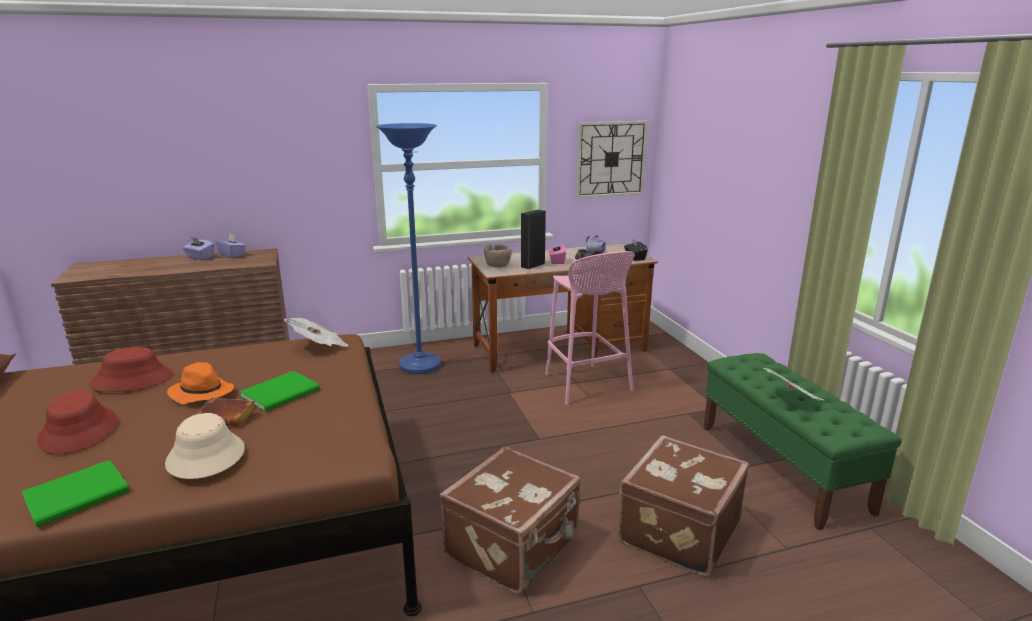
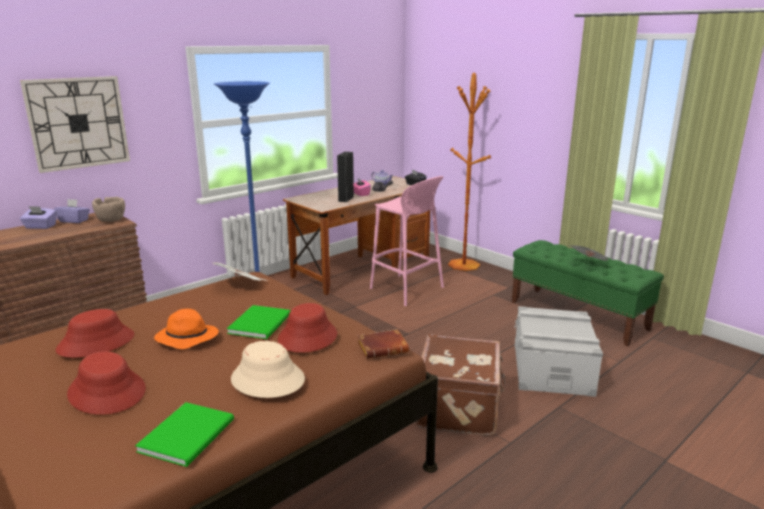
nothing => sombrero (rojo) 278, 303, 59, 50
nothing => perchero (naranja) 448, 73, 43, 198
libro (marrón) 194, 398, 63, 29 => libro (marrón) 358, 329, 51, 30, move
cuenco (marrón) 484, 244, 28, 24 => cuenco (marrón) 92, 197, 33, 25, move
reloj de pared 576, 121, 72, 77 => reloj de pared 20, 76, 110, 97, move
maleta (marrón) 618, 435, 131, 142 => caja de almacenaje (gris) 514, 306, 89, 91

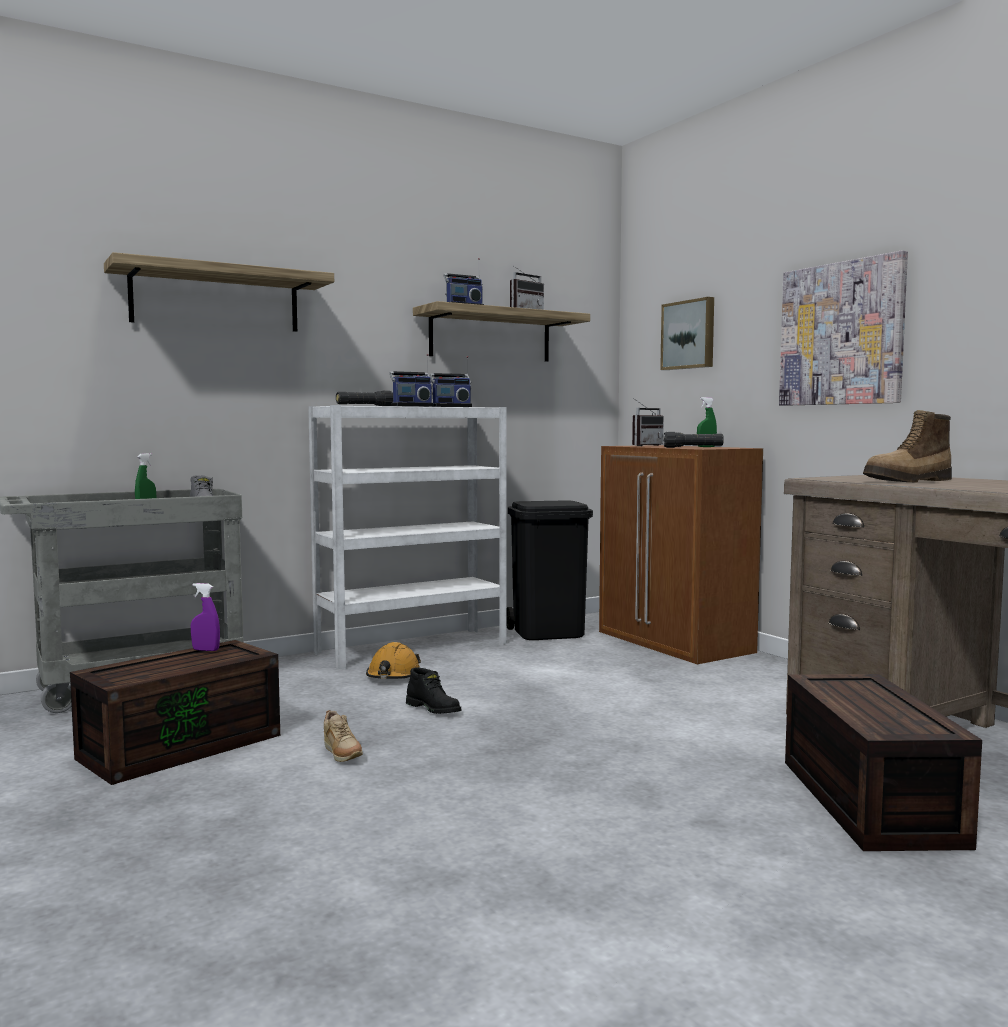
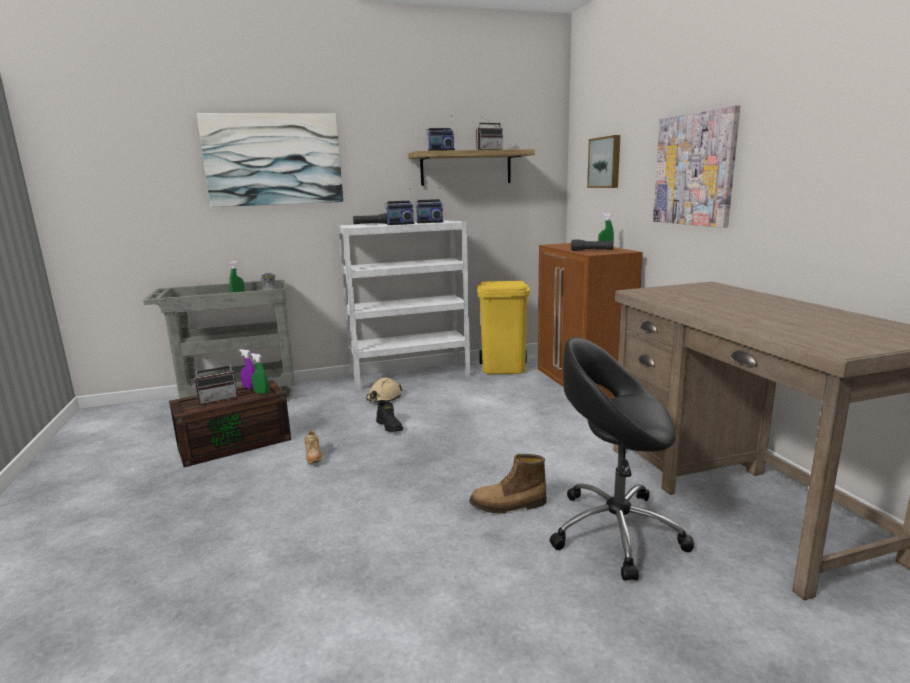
nothing => pulverizador (verde) 250, 353, 18, 41
radio 632, 398, 32, 48 => radio 194, 357, 43, 47, move
bota 863, 410, 89, 73 => bota 469, 454, 78, 59, move
estante 104, 252, 230, 80 => cuadro 197, 113, 146, 94
caja de almacenaje (marrón) 785, 674, 197, 177 => silla de oficina (negro) 550, 337, 144, 244
casco (naranja) 366, 642, 55, 37 => casco (beis) 366, 378, 37, 24
papelera (negro) 506, 501, 87, 139 => papelera (amarillo) 477, 281, 53, 93

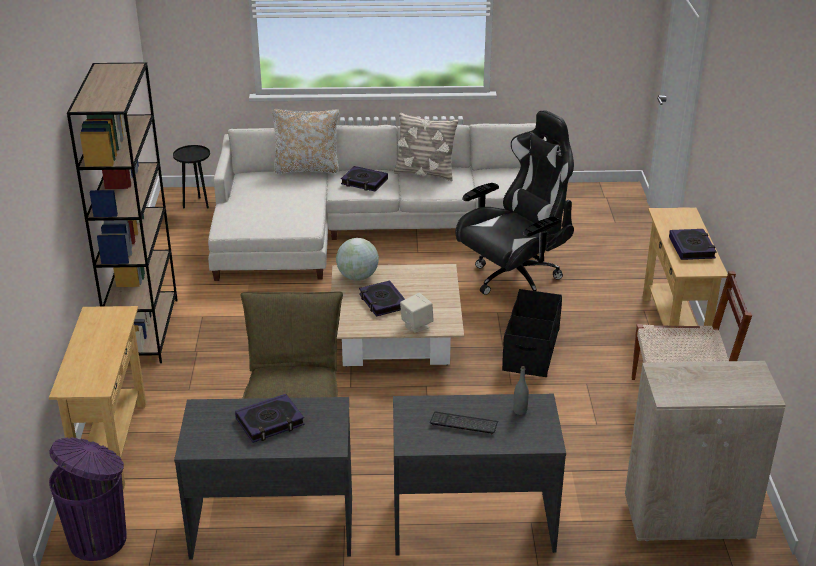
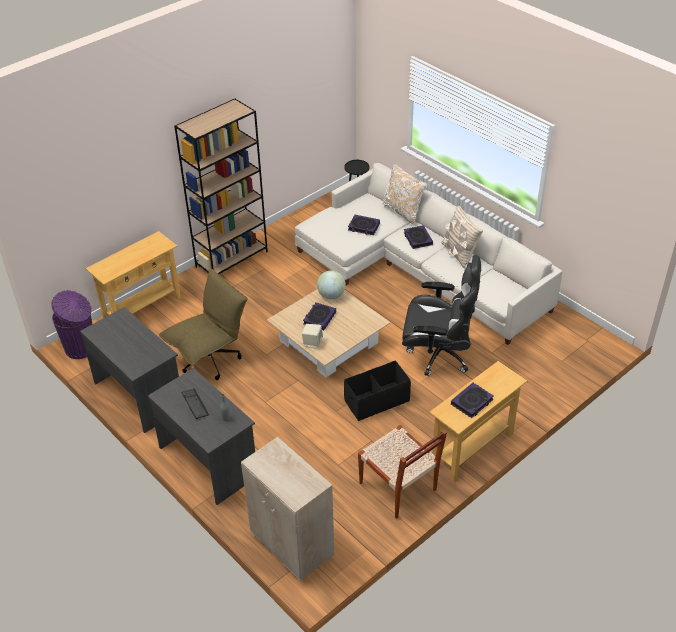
libro 235, 394, 70, 49 => libro 348, 215, 32, 20, move

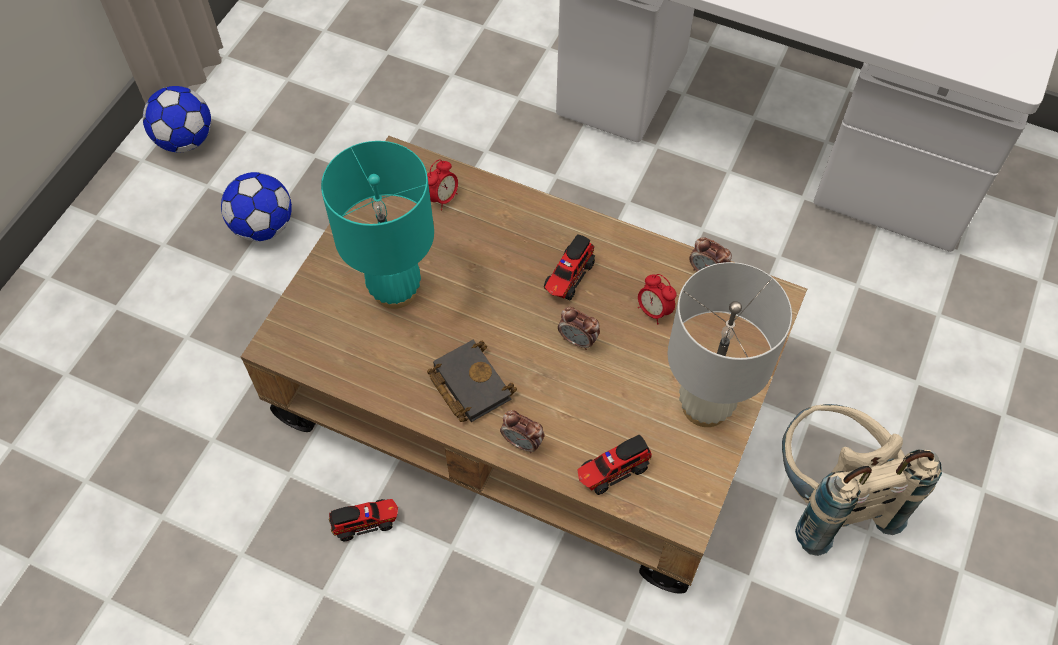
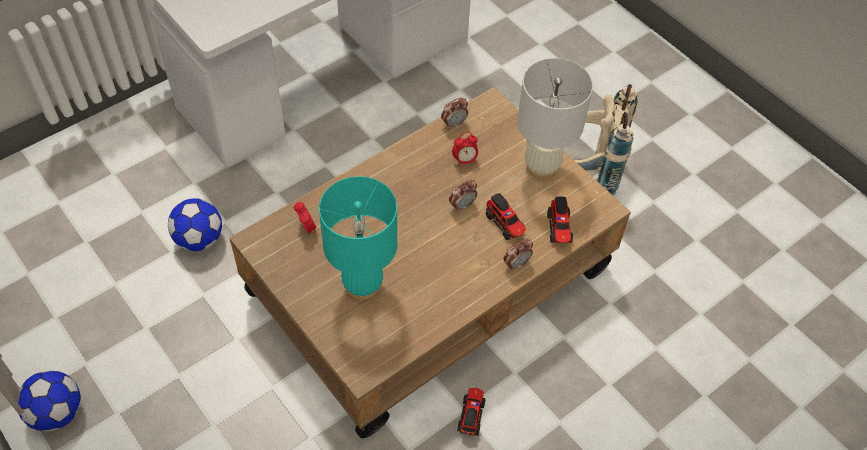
libro (negro) 427, 340, 90, 82 => nothing
balón de fútbol 221, 172, 71, 69 => balón de fútbol 168, 198, 54, 53, move
camión de juguete 544, 234, 51, 66 => camión de juguete 486, 193, 40, 47, move

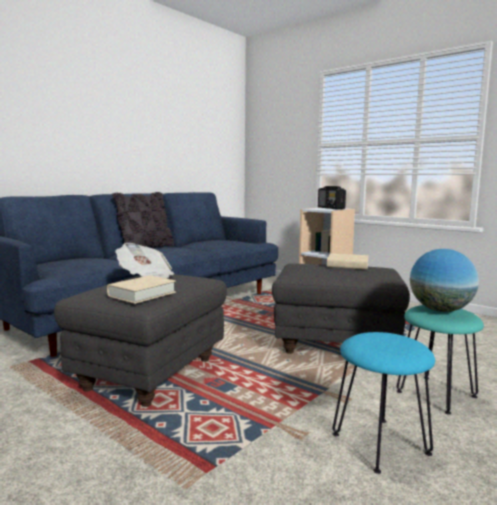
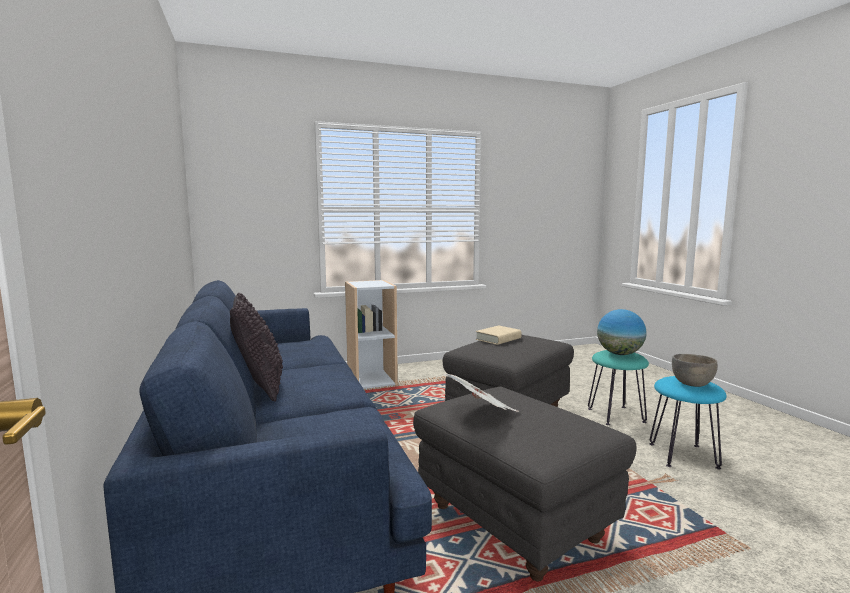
libro (beis) 107, 275, 69, 29 => nothing
radio 318, 186, 28, 23 => nothing
nothing => cuenco (gris) 672, 354, 46, 33

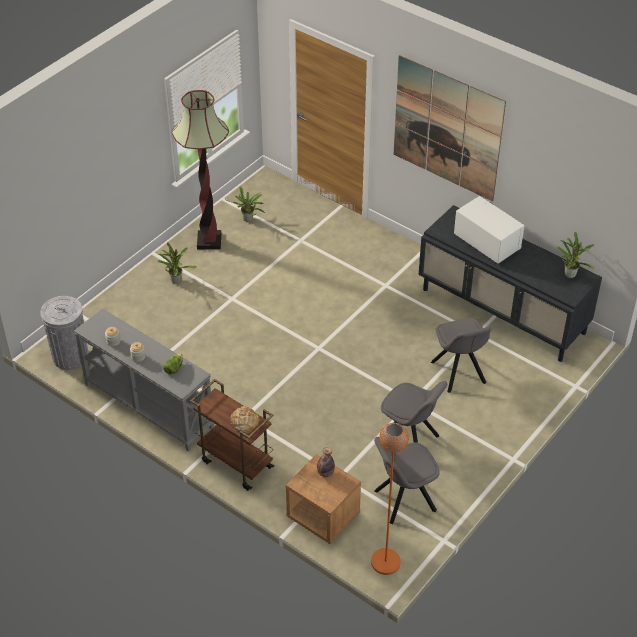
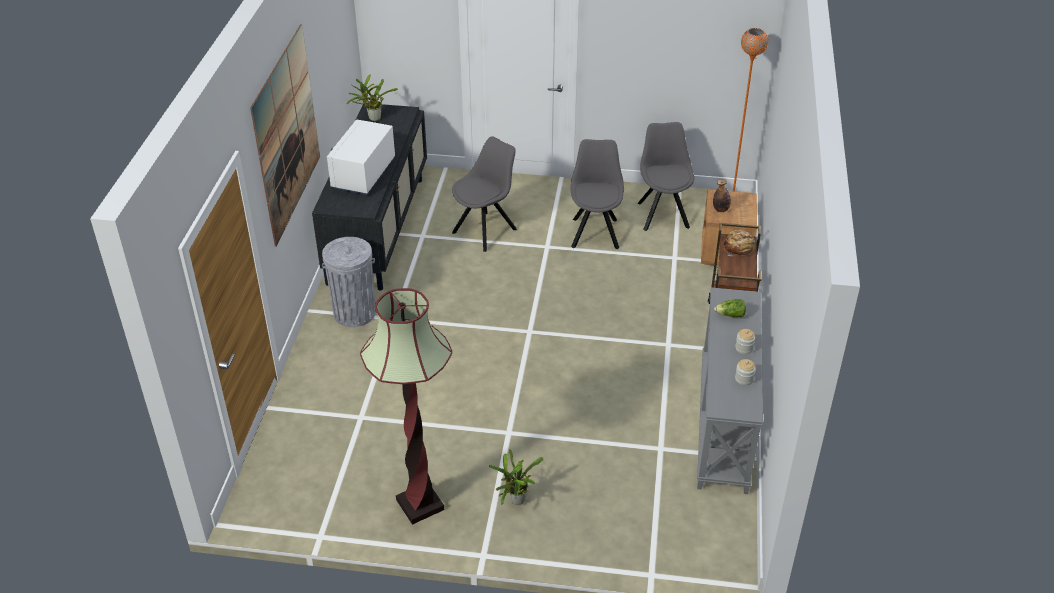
planta en maceta 226, 187, 39, 35 => nothing
papelera (gris) 40, 296, 48, 74 => papelera (gris) 322, 237, 54, 90, move
silla (gris) 374, 437, 66, 87 => silla (gris) 638, 122, 56, 109, 135 degrees counterclockwise

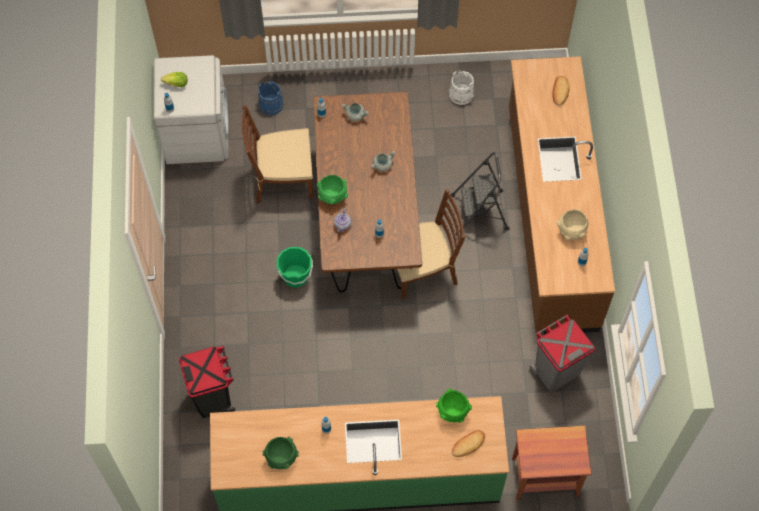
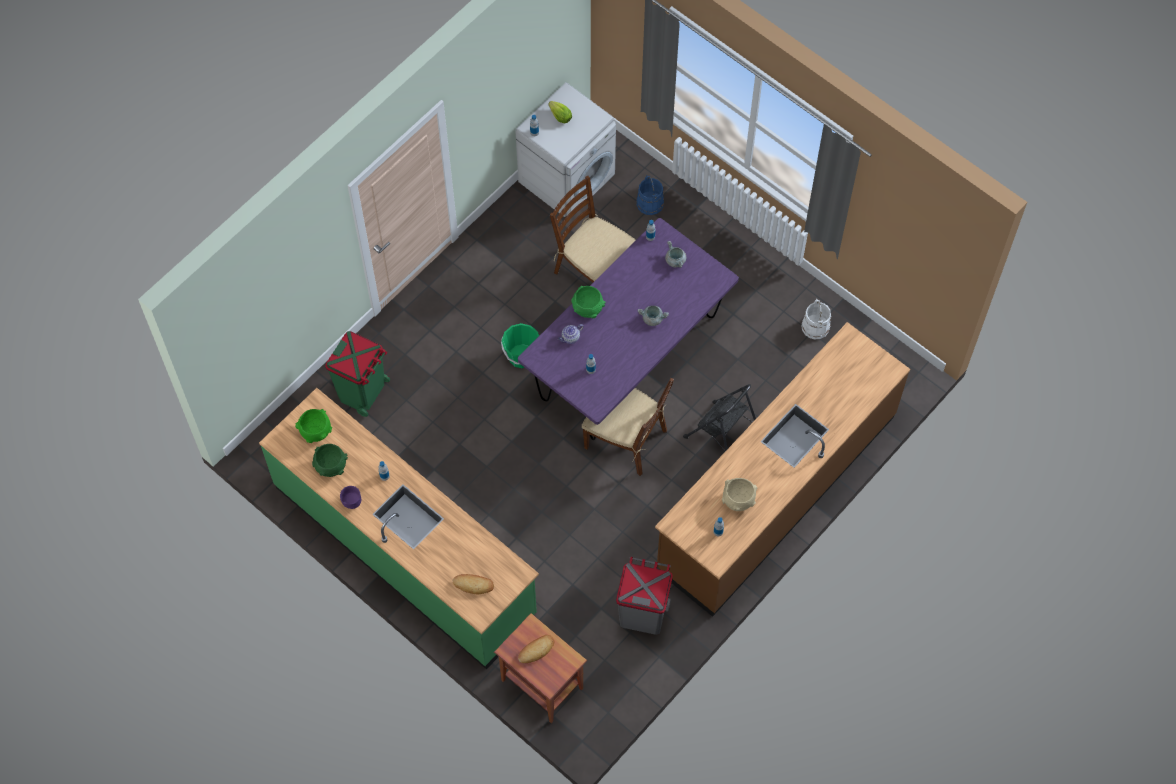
nothing => cuenco (morado) 340, 486, 21, 23
cuenco (verde) 436, 389, 36, 34 => cuenco (verde) 295, 409, 37, 34, move
pan 552, 76, 18, 29 => pan 518, 635, 36, 28, move
papelera (negro) 179, 346, 56, 72 => papelera (verde) 325, 331, 65, 86
mesa de comedor (marrón) 313, 92, 109, 201 => mesa de comedor (morado) 518, 218, 221, 222

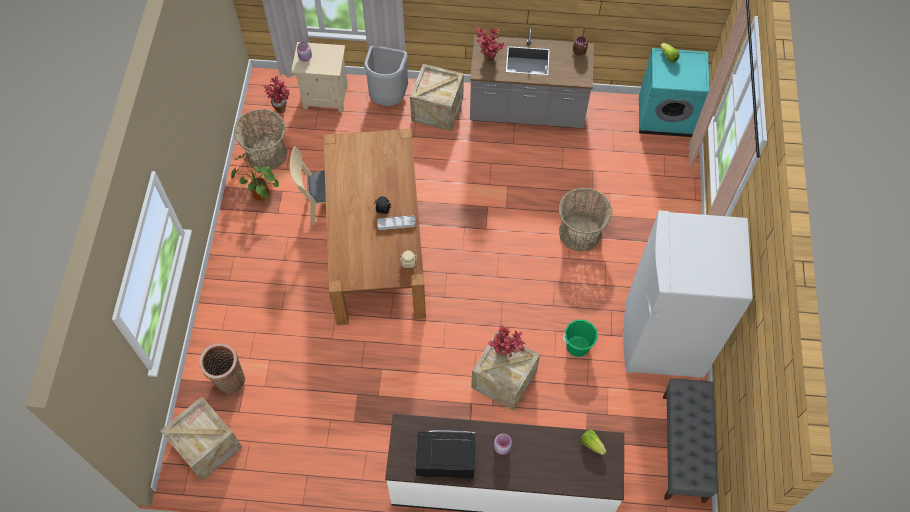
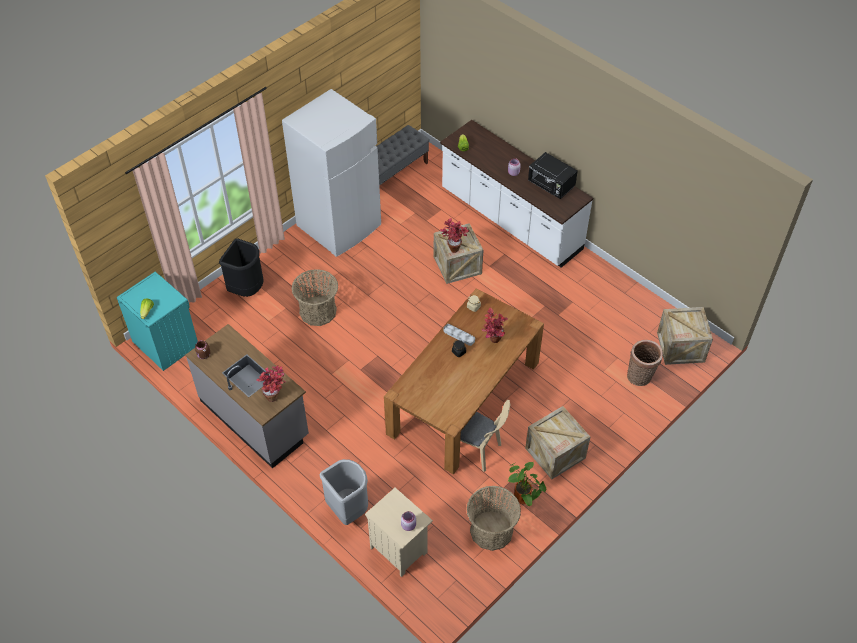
cubo (verde) 563, 320, 35, 37 => nothing
nothing => papelera (negro) 219, 238, 44, 59
planta en maceta 264, 76, 26, 37 => planta en maceta 482, 308, 26, 35, move
caja de embalaje 410, 64, 54, 67 => caja de embalaje 525, 406, 65, 74, move

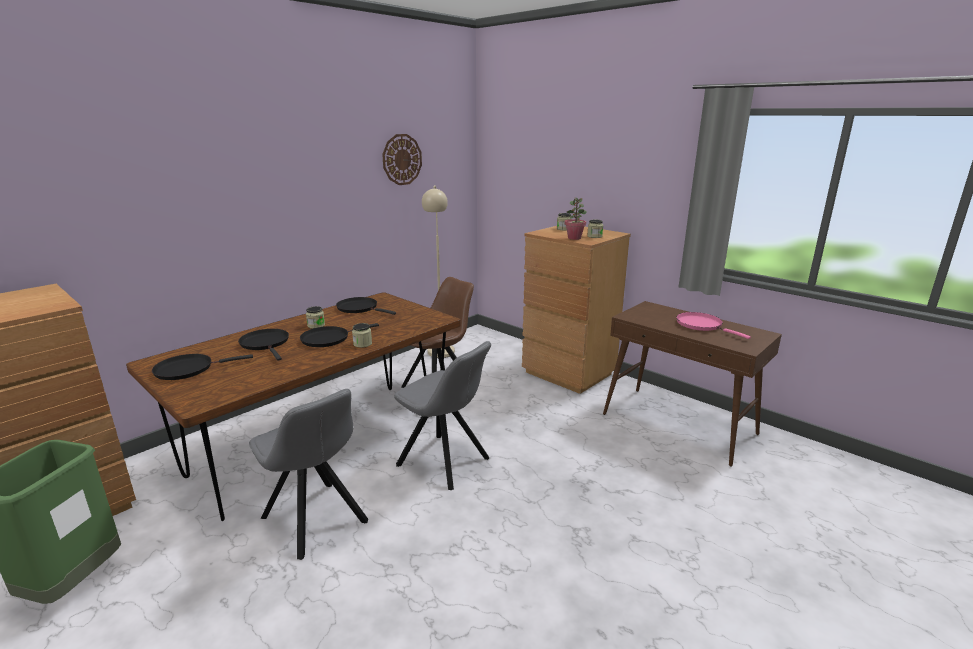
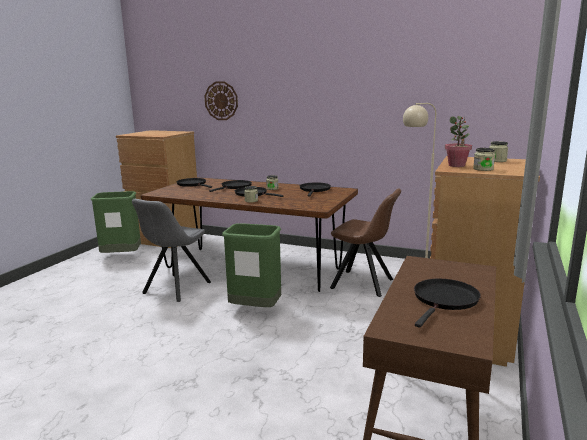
reloj de pared 382, 134, 40, 51 => reloj de pared 205, 81, 33, 39, move
silla (gris) 394, 341, 97, 149 => papelera (verde) 222, 223, 59, 84
sartén (rosa) 676, 312, 75, 27 => sartén (negro) 414, 279, 67, 49

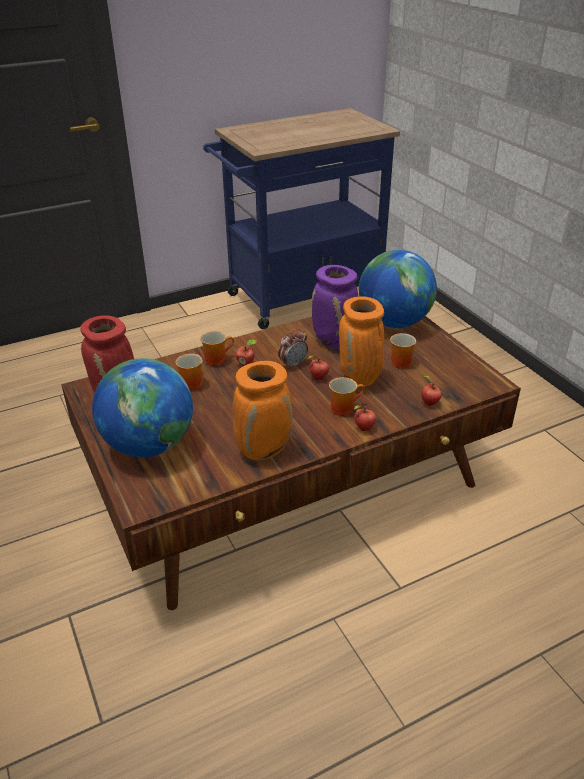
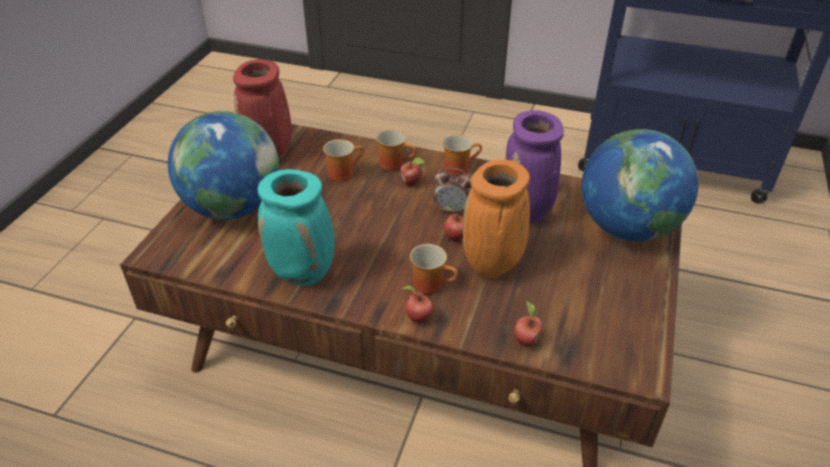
taza grande 390, 333, 26, 36 => taza grande 442, 135, 40, 41, move
florero (naranja) 233, 361, 60, 99 => florero (turquesa) 258, 169, 77, 117

